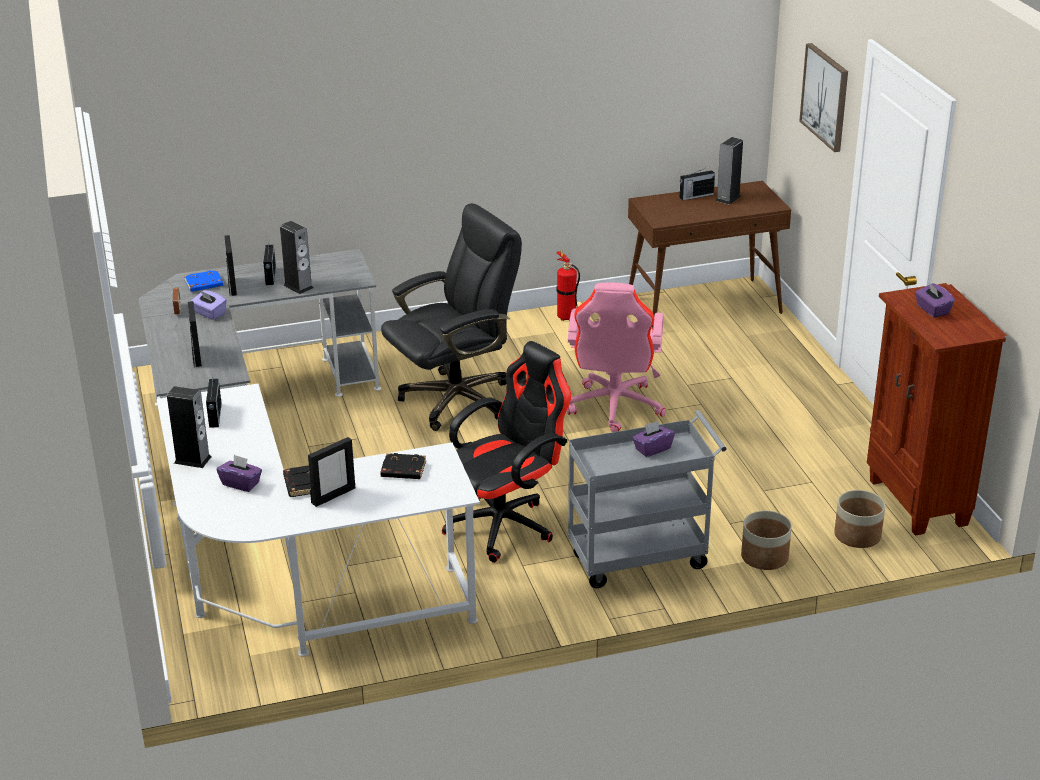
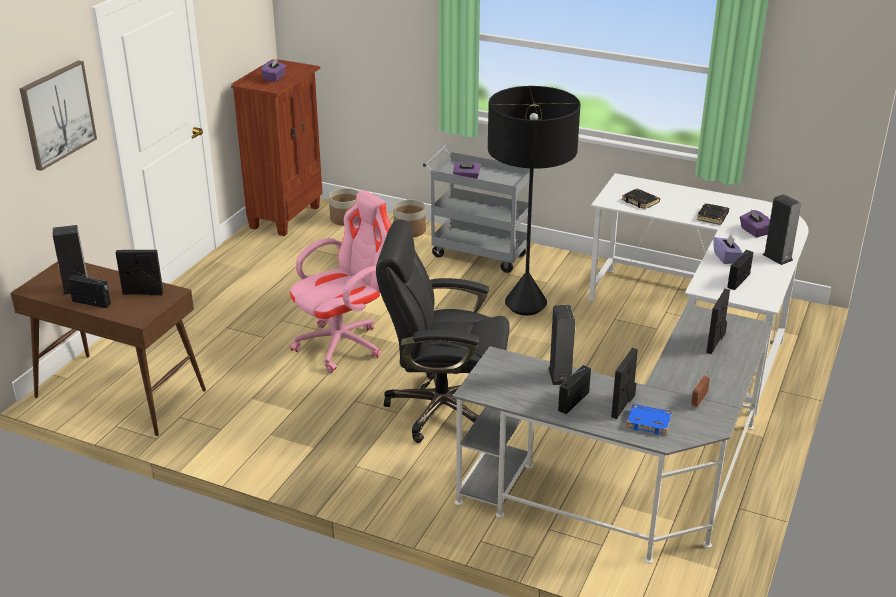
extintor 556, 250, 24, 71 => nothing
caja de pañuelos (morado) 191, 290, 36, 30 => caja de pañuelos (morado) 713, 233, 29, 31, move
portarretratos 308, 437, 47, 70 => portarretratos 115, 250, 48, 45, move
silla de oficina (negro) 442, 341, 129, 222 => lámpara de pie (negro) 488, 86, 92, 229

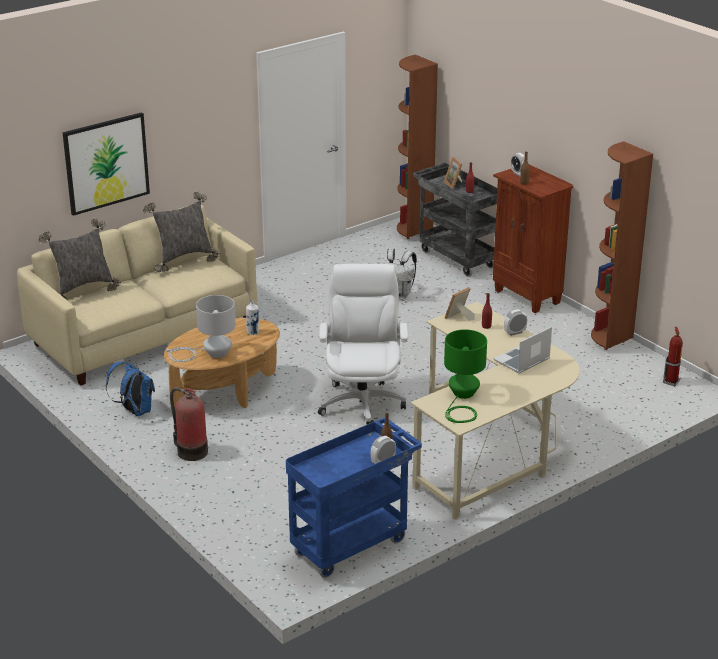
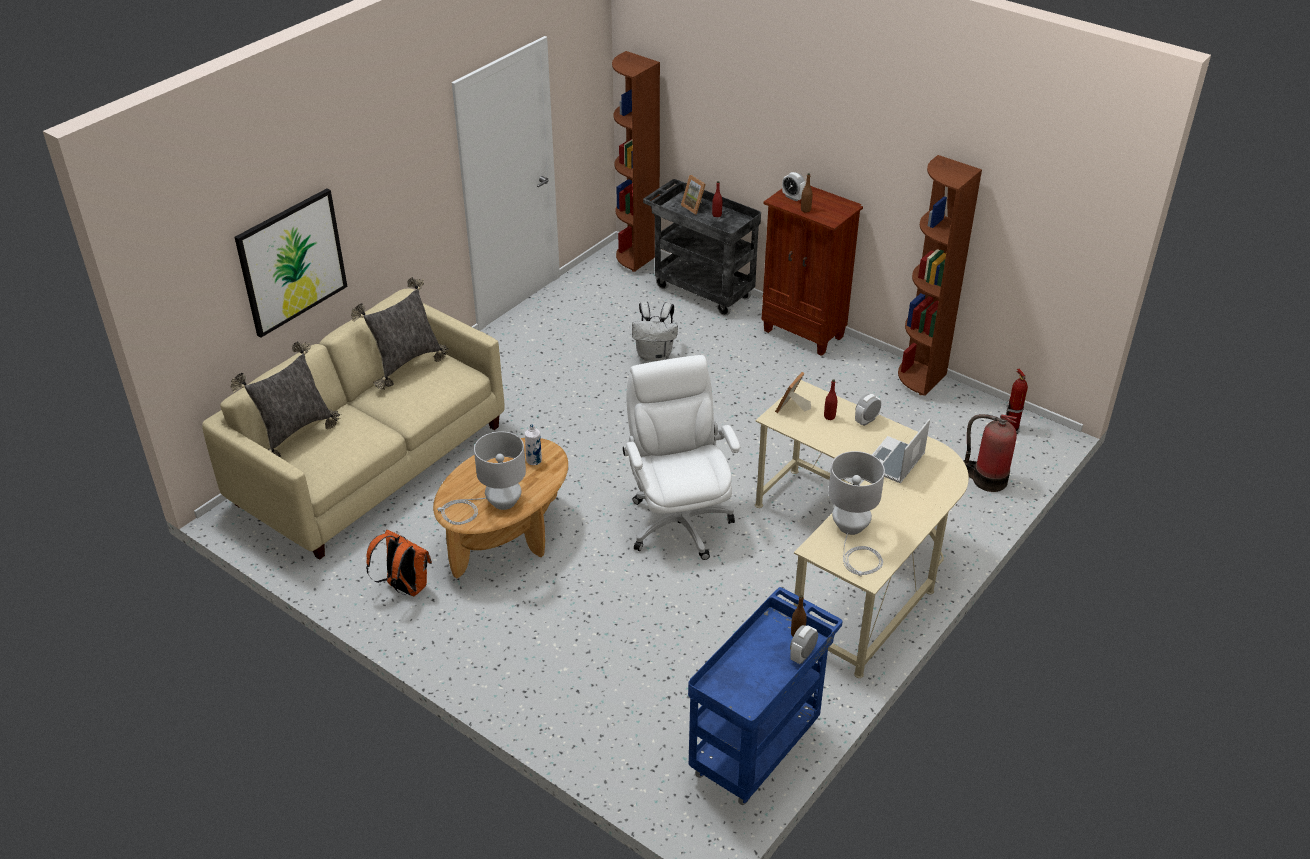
extintor 170, 387, 38, 74 => extintor 963, 414, 54, 78, move
mochila (azul) 106, 362, 49, 54 => mochila (naranja) 366, 530, 66, 66
lámpara de mesa (verde) 444, 329, 43, 94 => lámpara de mesa (blanco) 828, 451, 57, 125

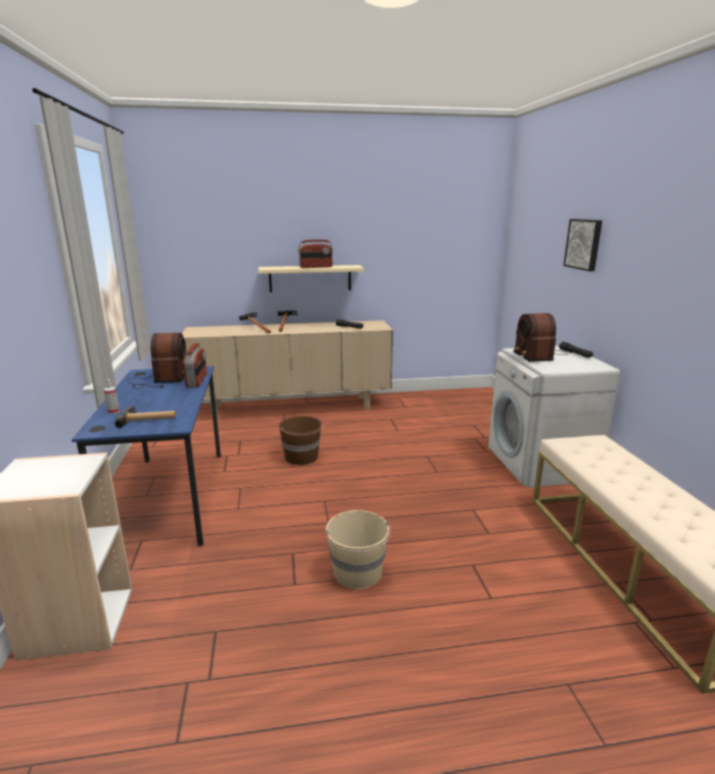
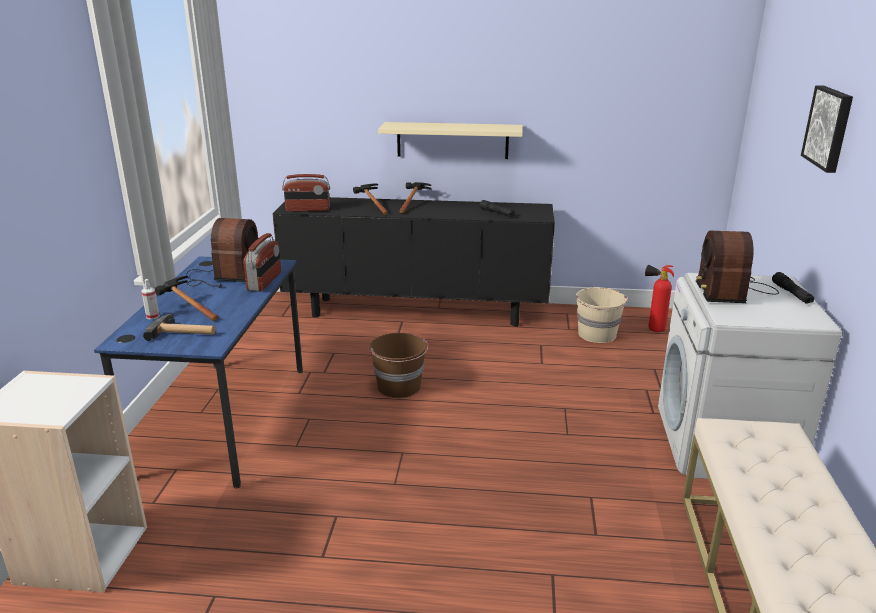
nothing => martillo 154, 276, 64, 45
nothing => extintor 645, 265, 29, 67
radio 298, 239, 35, 29 => radio 282, 174, 48, 38, move
cubo (beis) 326, 510, 65, 79 => cubo (beis) 576, 287, 52, 56, move
armario (beis) 182, 320, 211, 99 => armario (negro) 272, 197, 283, 130

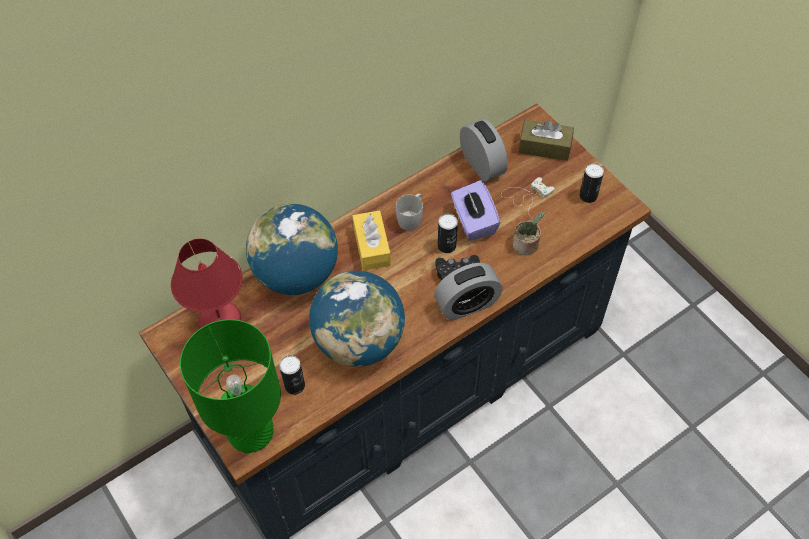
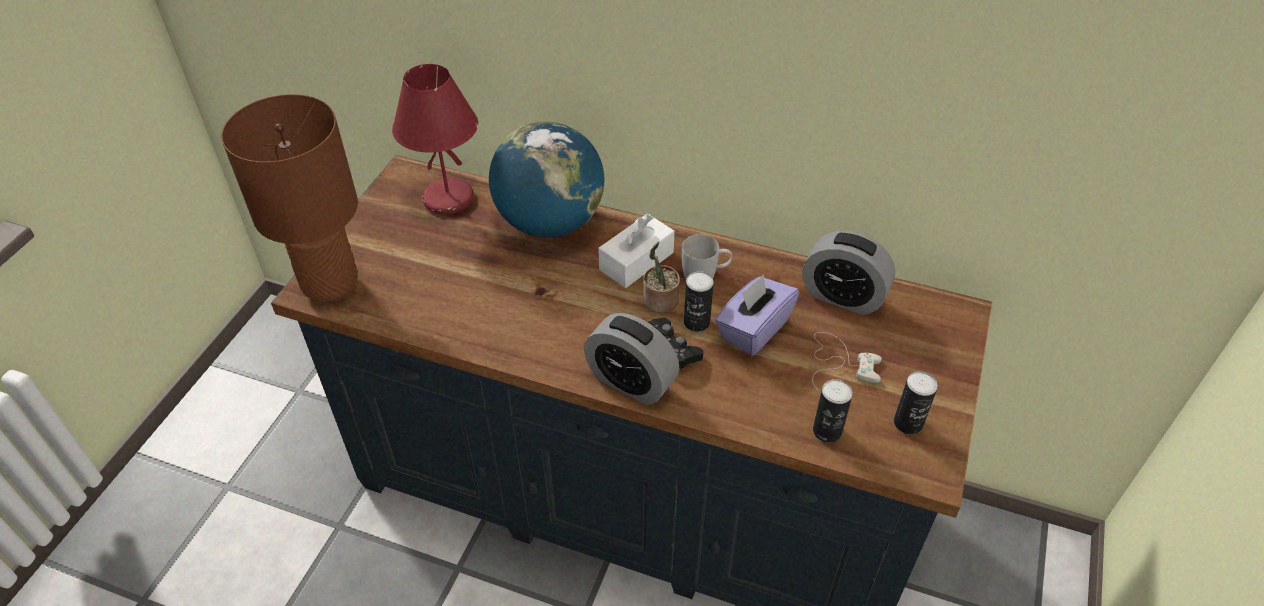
globo terráqueo 309, 271, 96, 96 => nothing
caja de pañuelos (marrón) 519, 120, 55, 41 => nothing
lata 279, 355, 26, 40 => lata 813, 379, 40, 64, move
planta en maceta 513, 211, 32, 44 => planta en maceta 643, 242, 37, 71, move
lámpara de mesa (verde) 180, 319, 101, 134 => lámpara de mesa (marrón) 221, 94, 137, 208
caja de pañuelos (amarillo) 352, 210, 39, 61 => caja de pañuelos (blanco) 598, 214, 77, 74
despertador 460, 119, 48, 62 => despertador 802, 231, 94, 84, 90 degrees clockwise

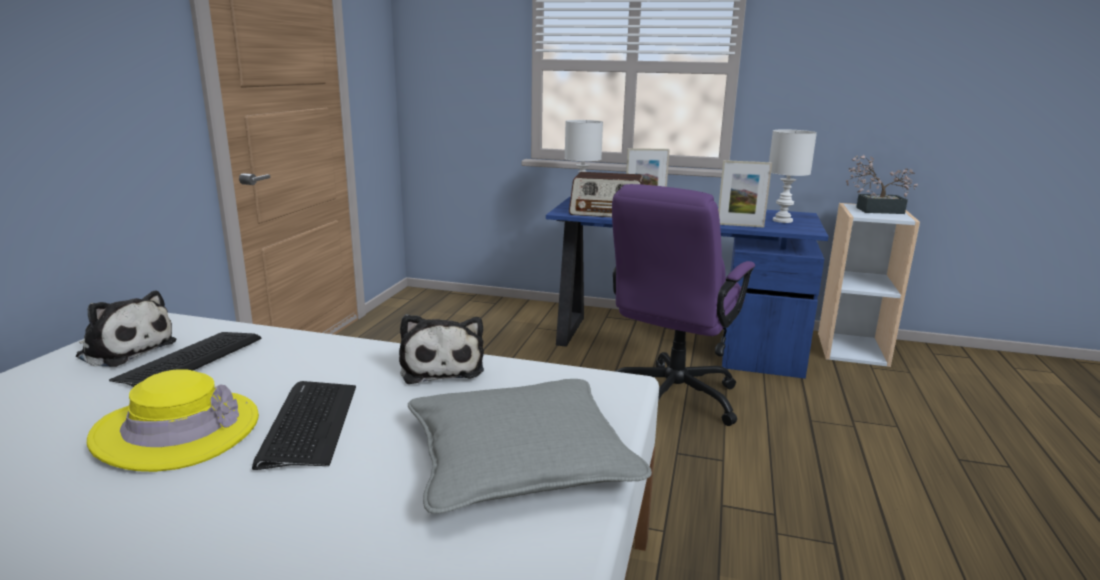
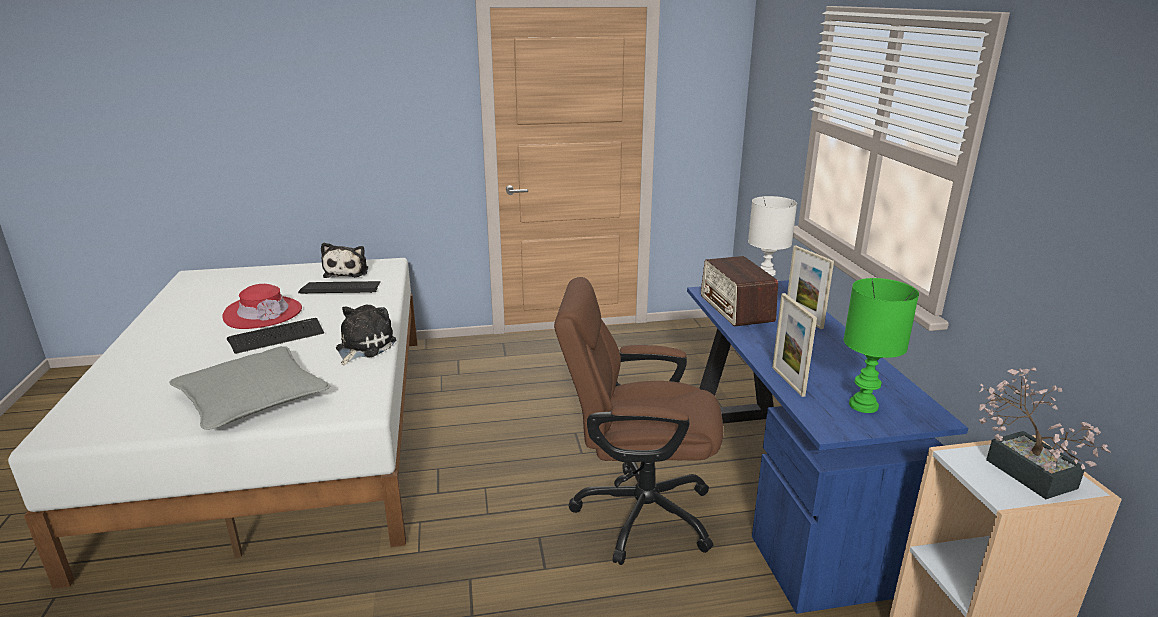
sombrero (amarillo) 87, 369, 172, 103 => sombrero (rojo) 222, 284, 80, 45
silla de oficina (morado) 612, 184, 143, 242 => silla de oficina (marrón) 554, 277, 169, 288
lámpara de mesa (blanco) 769, 129, 48, 94 => lámpara de mesa (verde) 844, 278, 75, 135
peluche 399, 314, 85, 70 => peluche 336, 305, 60, 60, 150 degrees clockwise

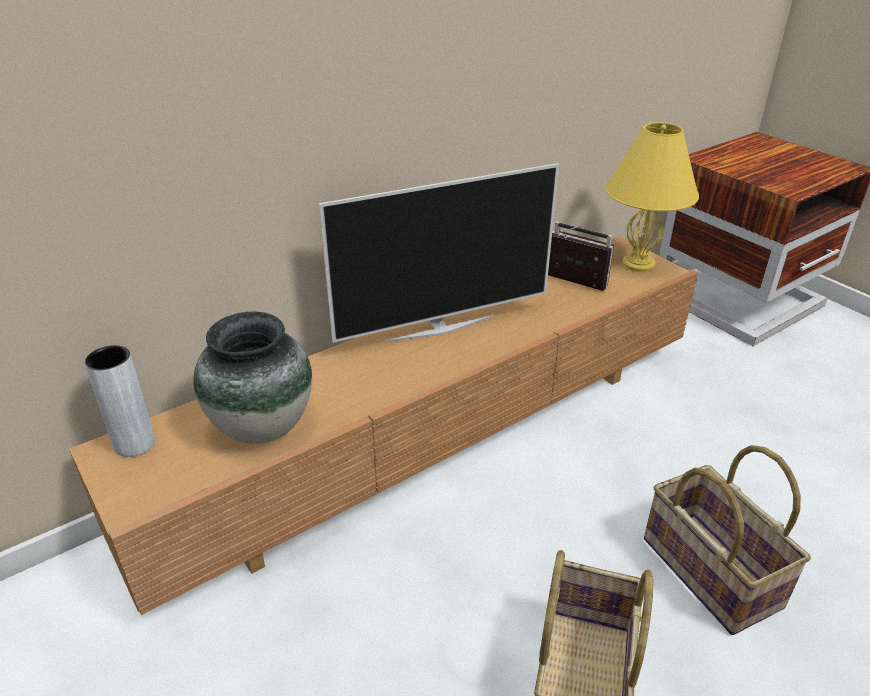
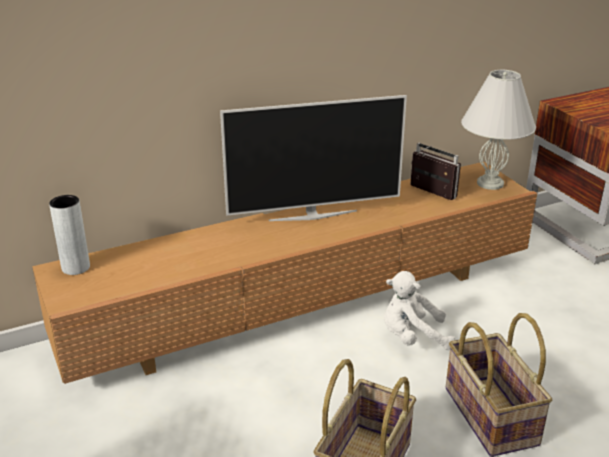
florero 193, 312, 119, 132 => nothing
nothing => peluche (blanco) 384, 271, 71, 79
lámpara de mesa (amarillo) 606, 122, 93, 150 => lámpara de mesa (blanco) 461, 70, 75, 120

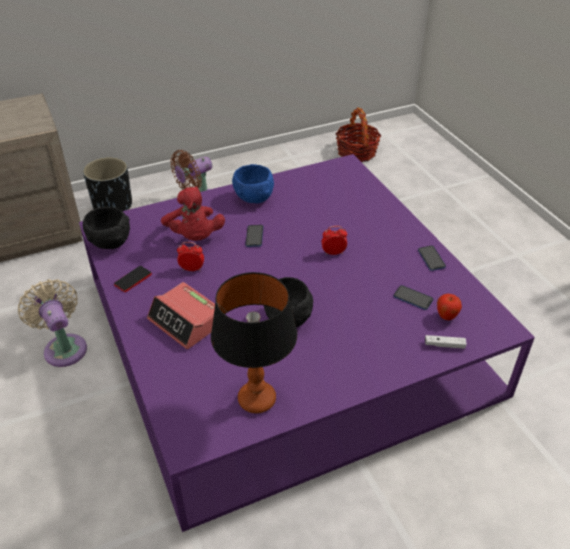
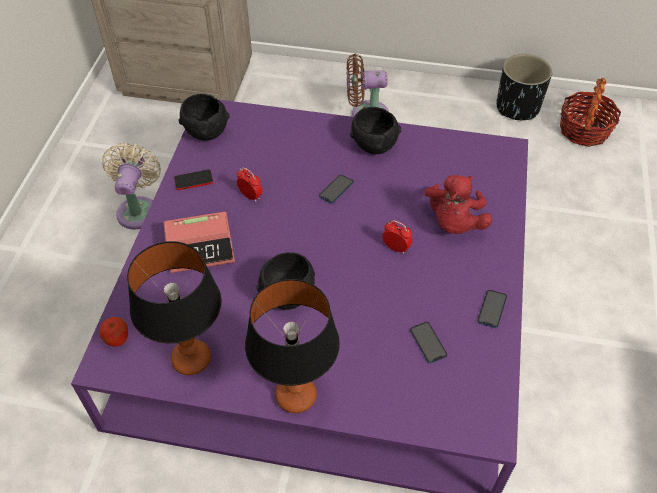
mando de consola (blanco) 425, 335, 42, 14 => nothing
nothing => lámpara de mesa 245, 279, 95, 134
maceta (negro) 83, 157, 49, 54 => maceta (negro) 496, 54, 56, 67, move
peluche (rojo) 161, 186, 64, 55 => peluche (rojo) 425, 175, 67, 59, move
manzana 437, 294, 25, 26 => manzana 99, 317, 29, 30, move
cuenco (azul) 232, 164, 42, 40 => cuenco (negro) 350, 107, 51, 47
despertador 147, 282, 68, 67 => despertador 164, 212, 71, 61, 90 degrees counterclockwise

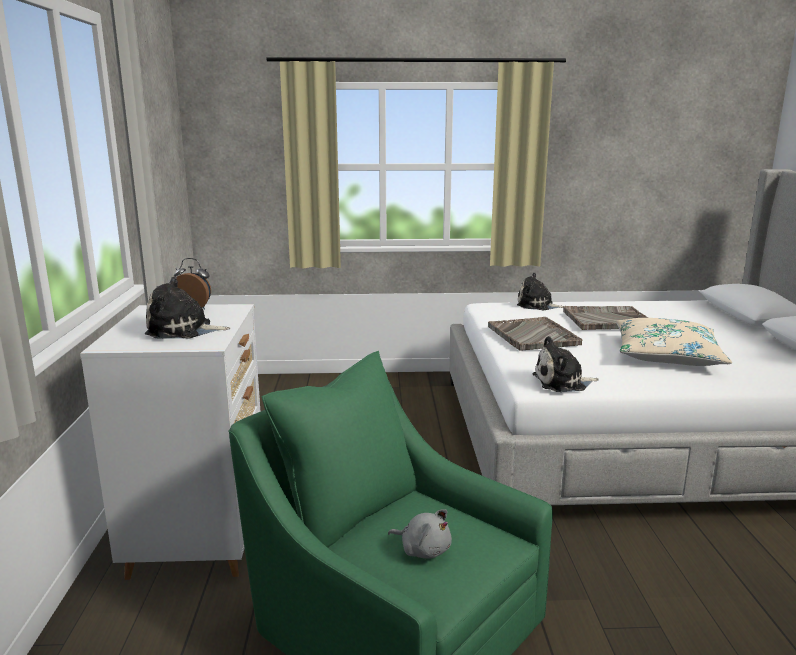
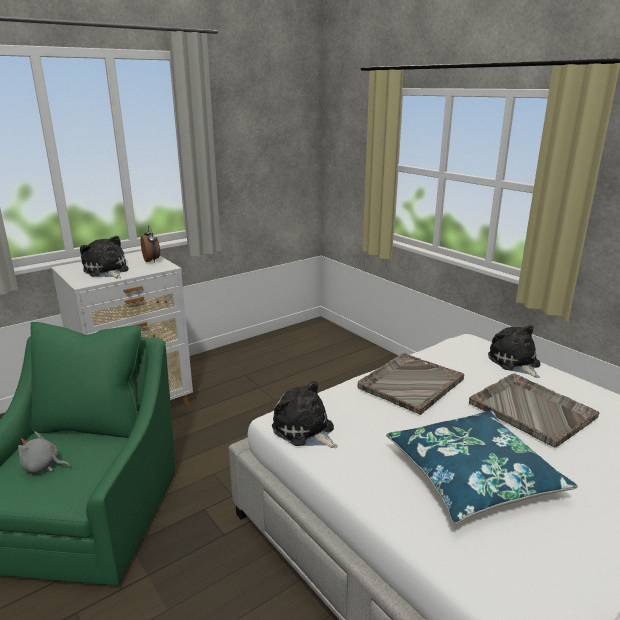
cojín (beis) 616, 318, 116, 48 => cojín (azul) 386, 411, 192, 112
peluche (gris) 388, 509, 64, 49 => peluche (gris) 18, 431, 52, 42, 105 degrees clockwise

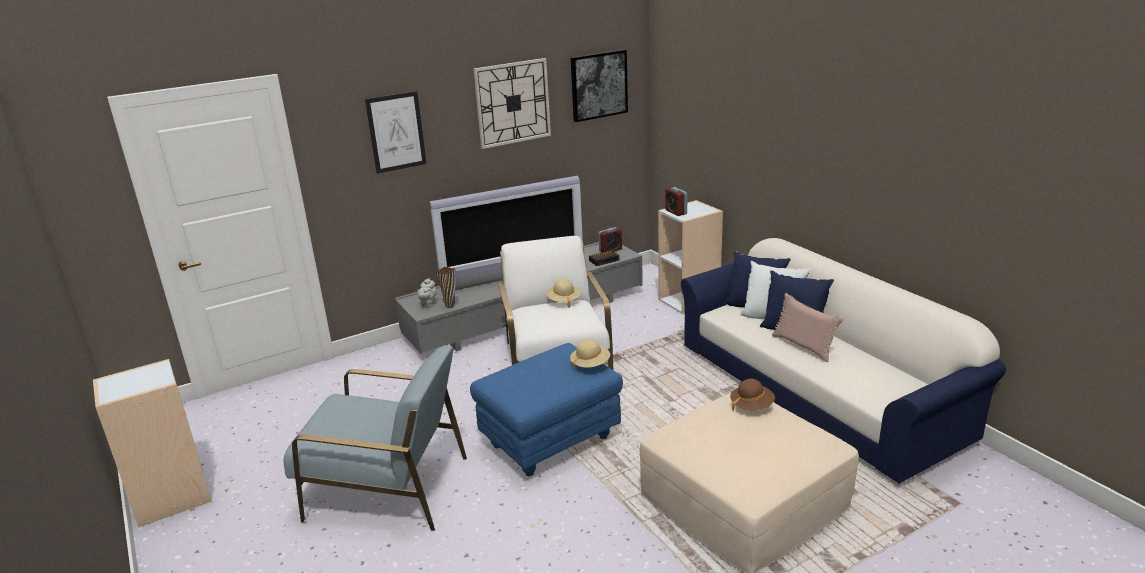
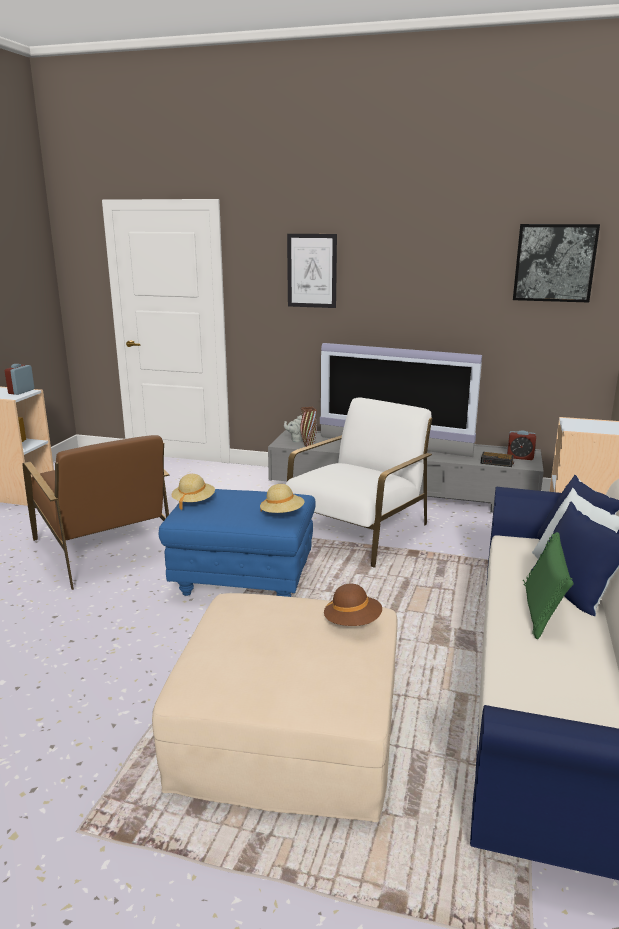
reloj de pared 473, 58, 78, 91 => nothing
sombrero (beis) 546, 279, 34, 29 => sombrero (beis) 172, 474, 43, 36, move
despertador 665, 187, 22, 29 => despertador 5, 364, 29, 31, move
sillón (azul) 284, 345, 183, 186 => sillón (marrón) 22, 435, 148, 155
cojín (beis) 772, 293, 71, 69 => cojín (verde) 523, 532, 51, 107

